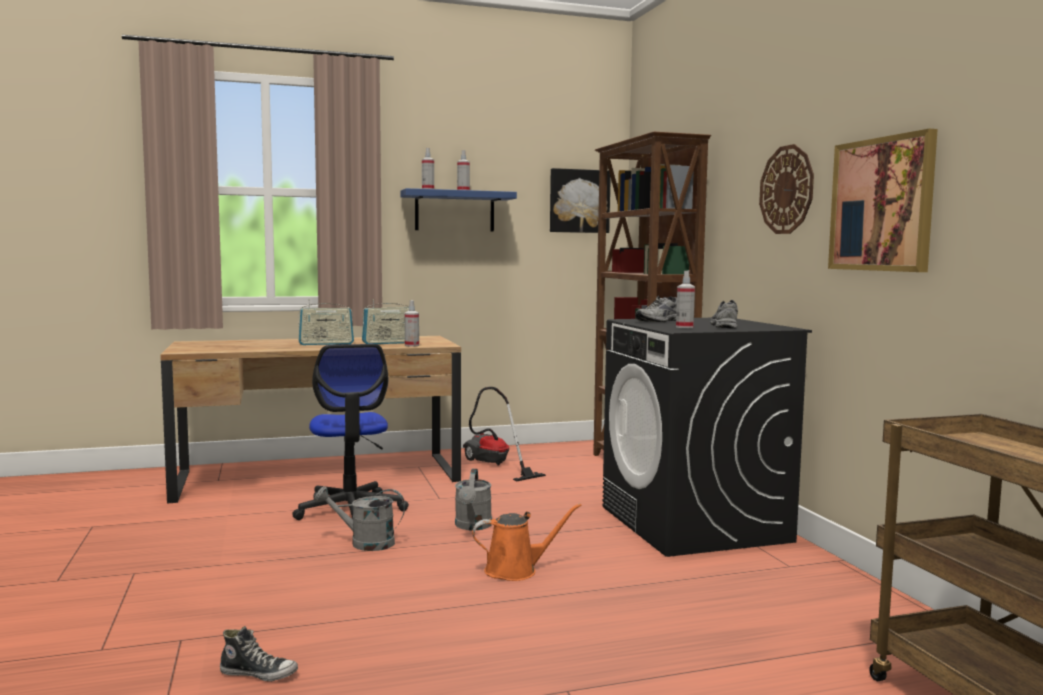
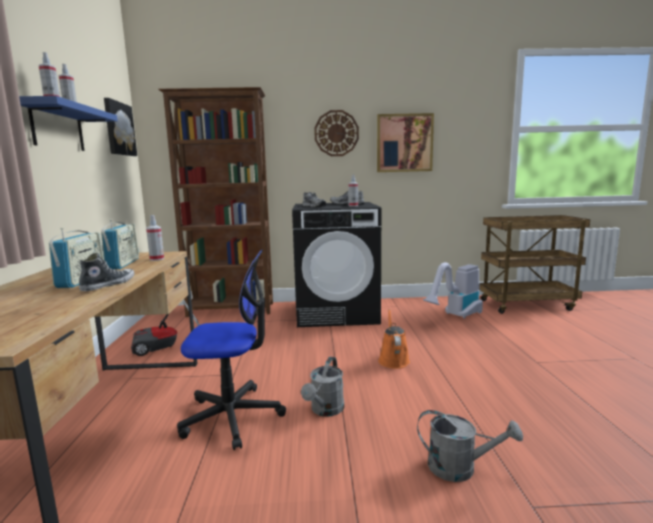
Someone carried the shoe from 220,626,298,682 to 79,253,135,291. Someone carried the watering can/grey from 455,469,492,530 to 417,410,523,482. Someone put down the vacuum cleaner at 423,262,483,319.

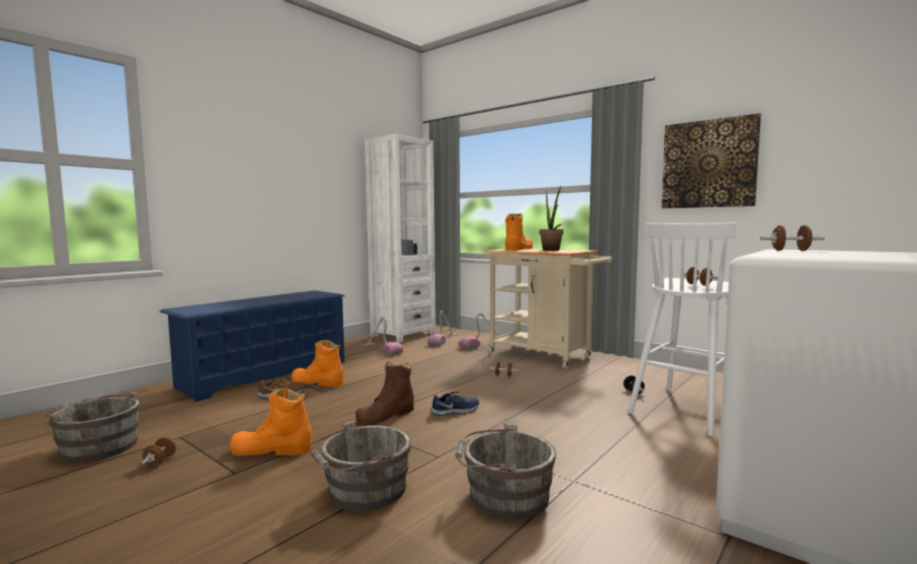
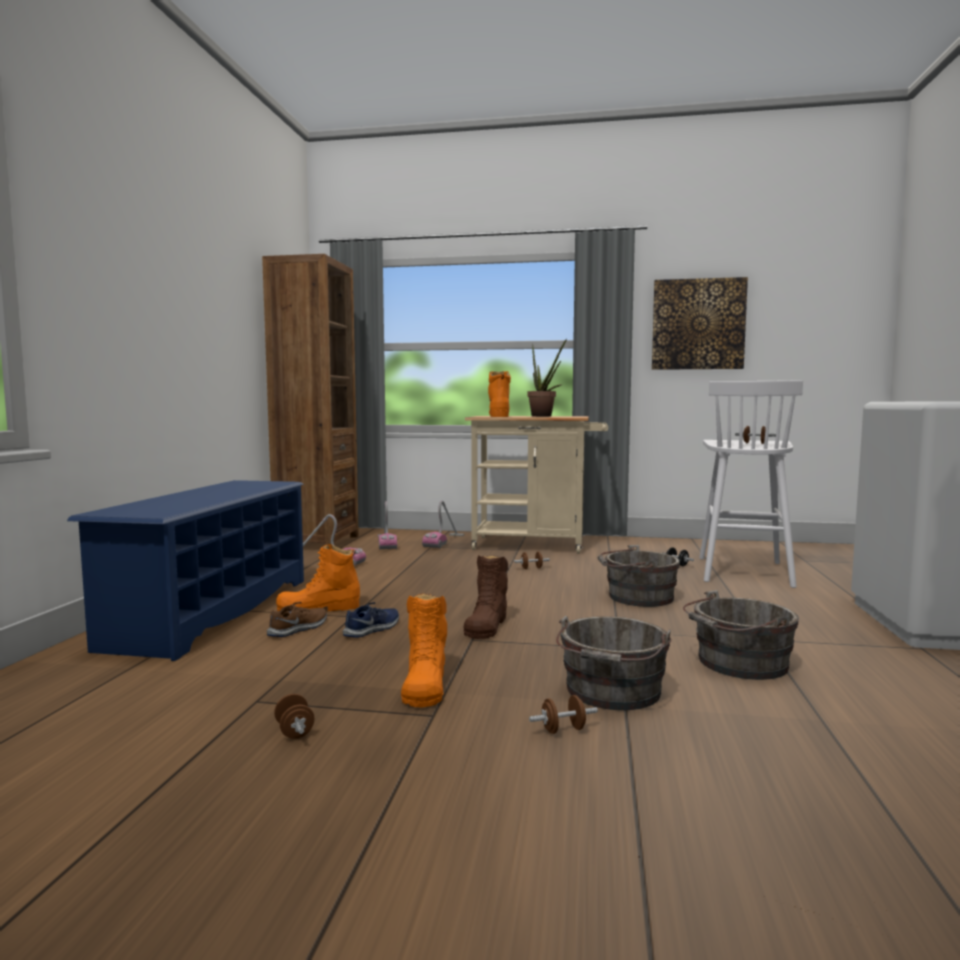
Someone carried the bucket/grey from 43,392,140,463 to 598,545,680,607. Someone rotated the boot/orange at 230,387,312,456 by 60 degrees counterclockwise. Someone repainted the bookcase/white at 365,134,436,342, which became the bookcase/brown at 262,254,359,545. Someone carried the shoe/blue from 430,392,479,416 to 343,602,399,638. Someone carried the dumbbell/brown from 760,225,825,251 to 529,695,598,734.

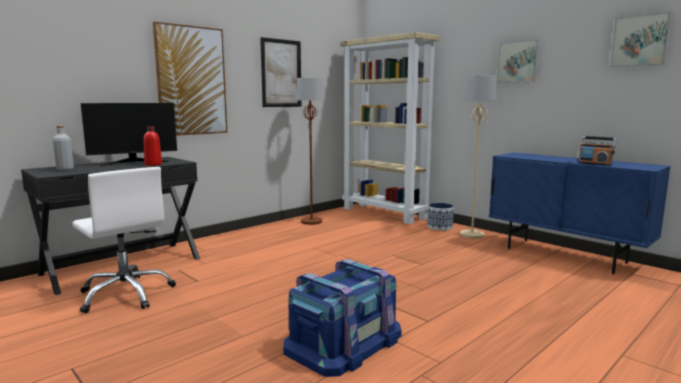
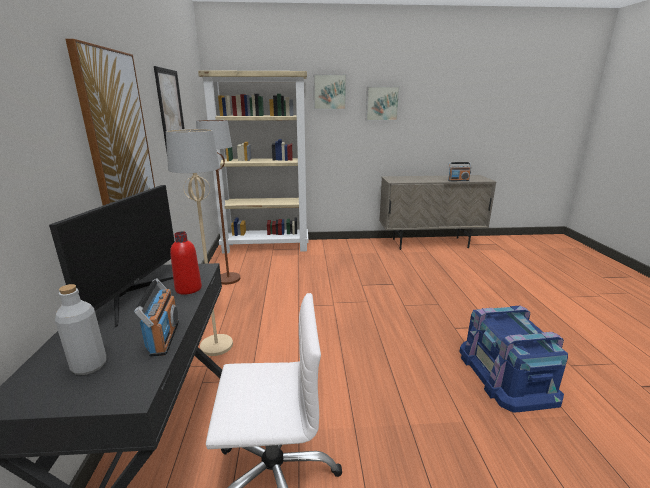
Someone took away the planter at 427,203,454,231. Someone carried the floor lamp/beige from 460,75,497,239 to 166,129,233,356. Someone repainted the cabinet/blue at 489,152,671,274, which became the cabinet/beige at 379,175,496,250. Someone carried the picture from 610,12,672,66 to 313,74,347,109. Someone put down the radio at 134,278,179,357.

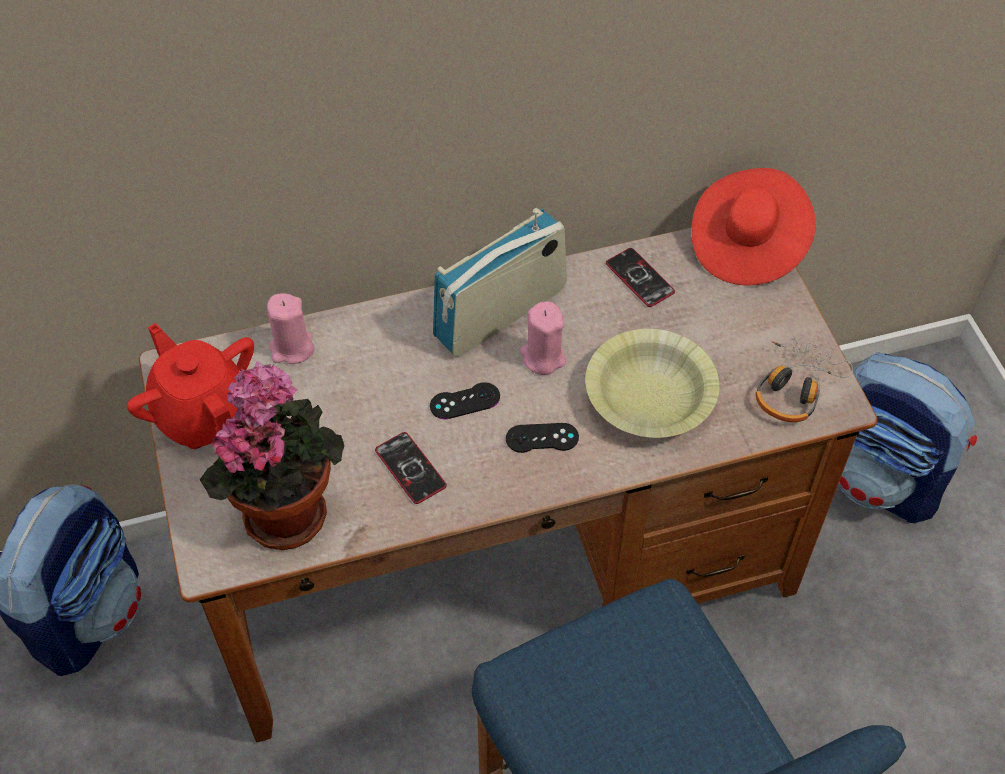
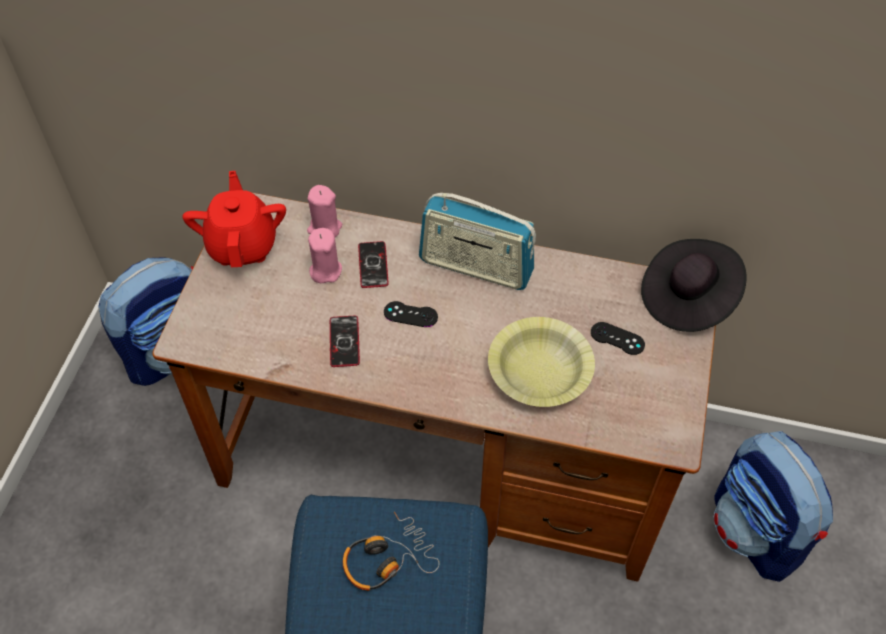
Someone took away the potted plant at 200,361,344,550. Someone rotated the radio at 433,207,567,357 by 150 degrees counterclockwise. Someone carried the game controller/black from 506,423,579,453 to 591,322,645,355. Someone carried the candle/pink from 520,302,566,375 to 308,228,342,283. Someone carried the phone from 606,248,675,307 to 358,241,389,288. Someone repainted the hat/red at 692,168,816,285, which became the hat/black at 641,239,747,332. Someone carried the headphones from 756,338,853,422 to 343,511,440,591.

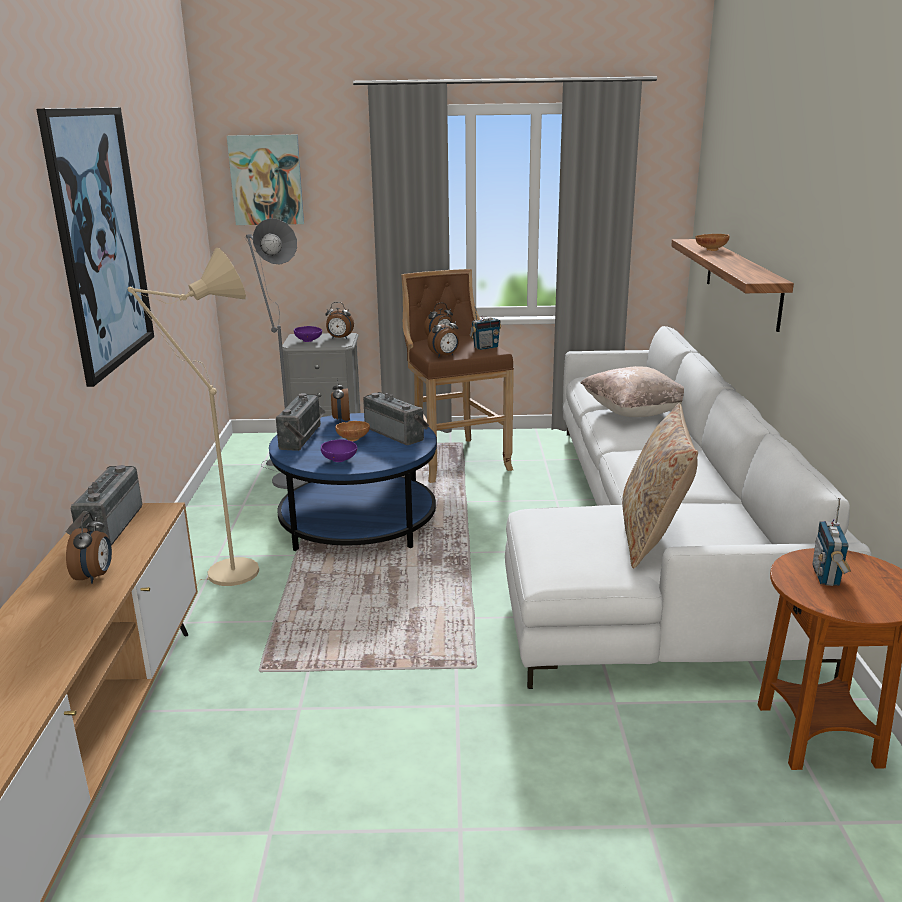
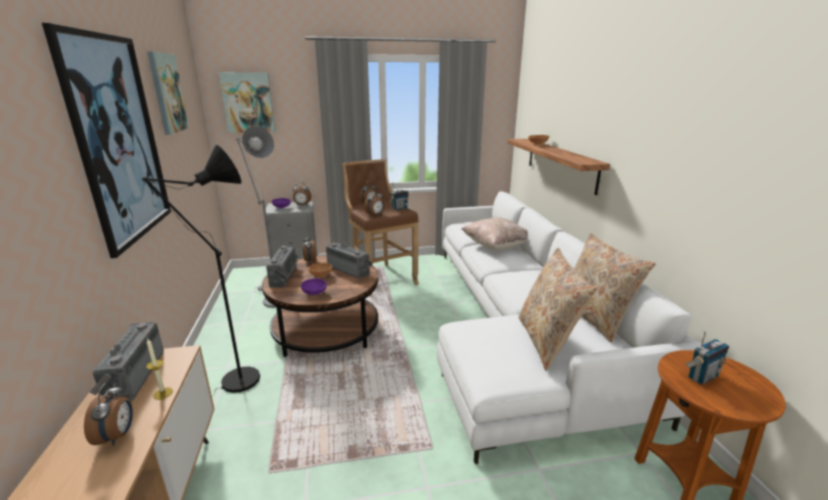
Someone repainted the floor lamp/beige at 128,248,259,586, which became the floor lamp/black at 142,145,260,395. Someone repainted the coffee table/blue at 269,413,437,551, which became the coffee table/brown at 262,255,378,357. Someone rotated the radio at 812,498,851,586 by 120 degrees counterclockwise. Someone put down the candle at 146,339,173,400. Someone put up the picture at 147,52,189,135. Someone put down the pillow/beige at 574,233,655,343.

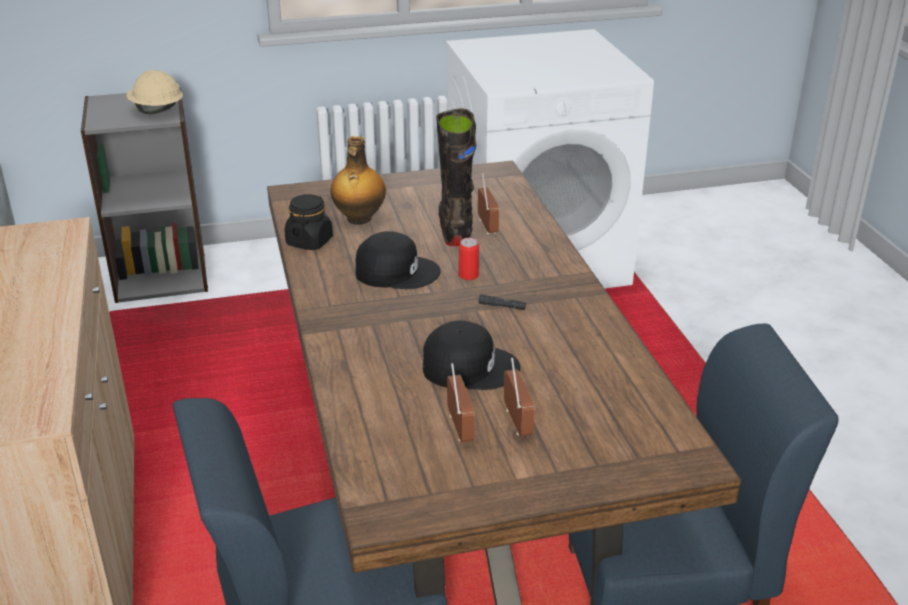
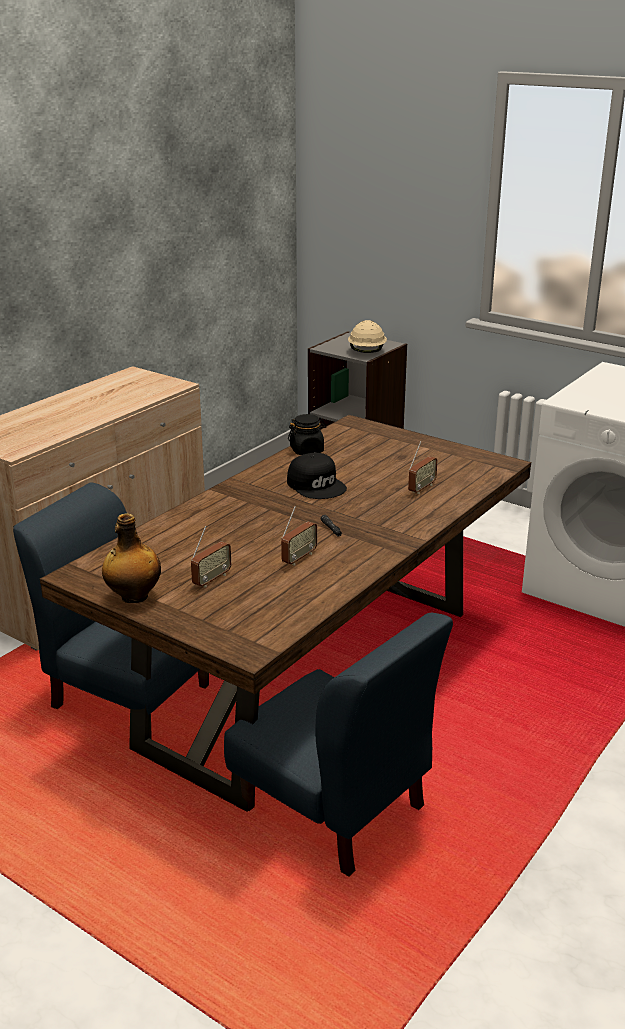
Someone carried the bottle from 330,136,386,225 to 102,513,161,603. Someone took away the cap/black at 423,320,520,390. Someone took away the boot/black at 436,109,476,246. Someone carried the radio from 447,363,475,442 to 281,506,317,566. Someone took away the can at 459,238,479,280.

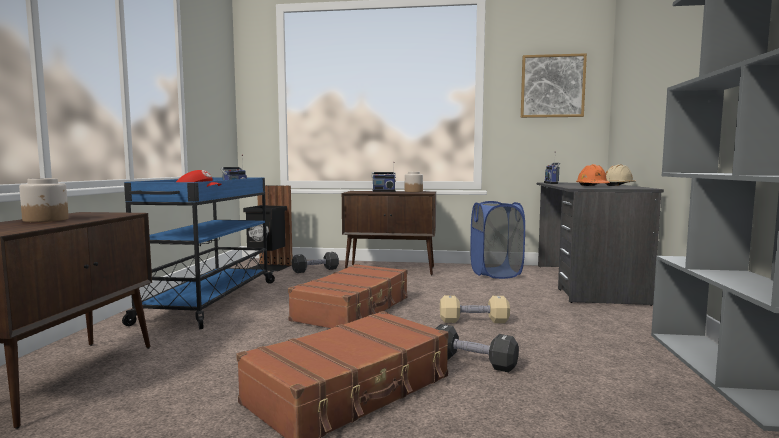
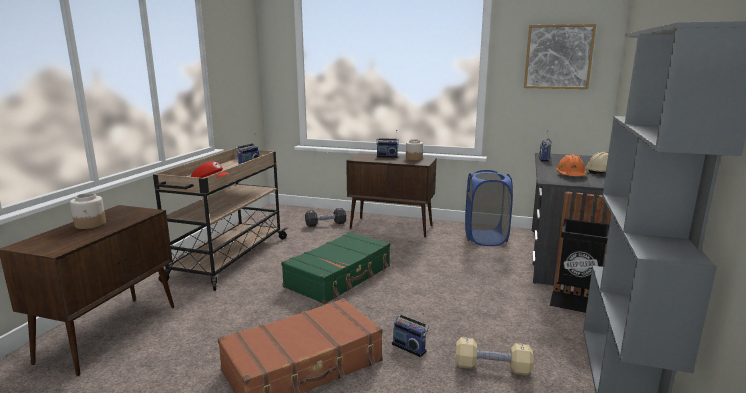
Someone repainted the cart/blue at 122,177,276,329, which became the cart/beige at 153,148,288,291. Someone carried the trash can/black from 243,185,293,271 to 550,191,611,313. Someone repainted the suitcase/brown at 288,264,408,328, which became the suitcase/green at 281,232,390,304. Someone swapped the dumbbell/black at 435,324,519,372 for the radio at 392,313,429,357. Someone carried the dumbbell/beige from 440,295,510,323 to 455,337,534,375.

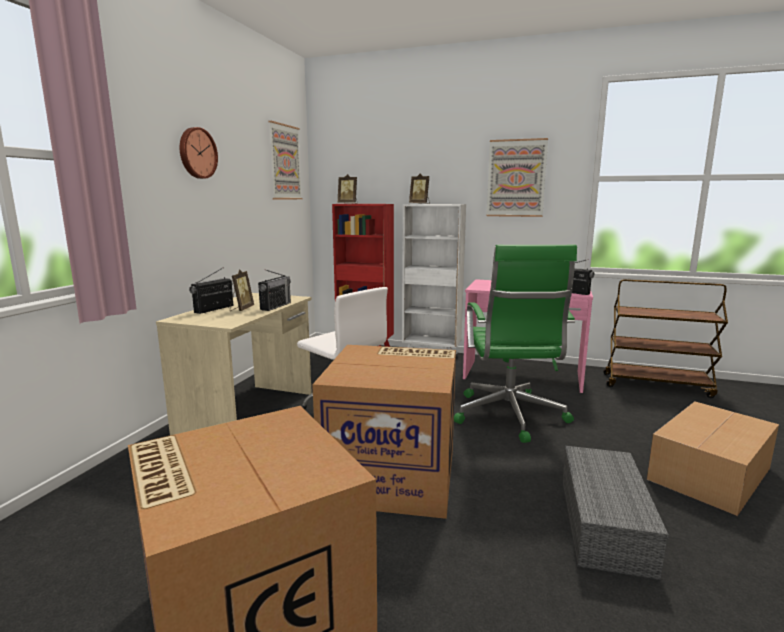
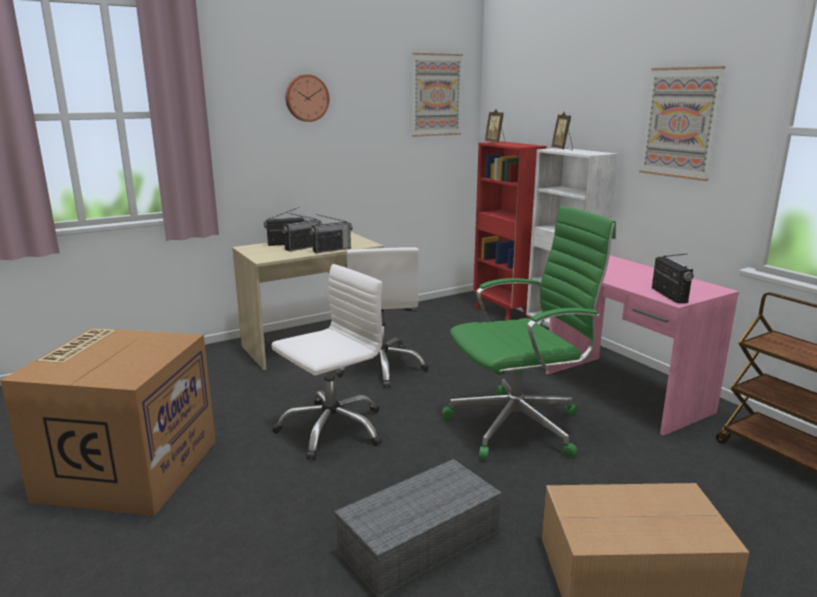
Someone swapped the picture frame at 230,269,254,311 for the radio at 282,213,322,252. Someone swapped the cardboard box at 312,345,456,519 for the office chair/white at 271,264,383,460. Someone rotated the office chair/green at 454,245,577,443 by 150 degrees counterclockwise.

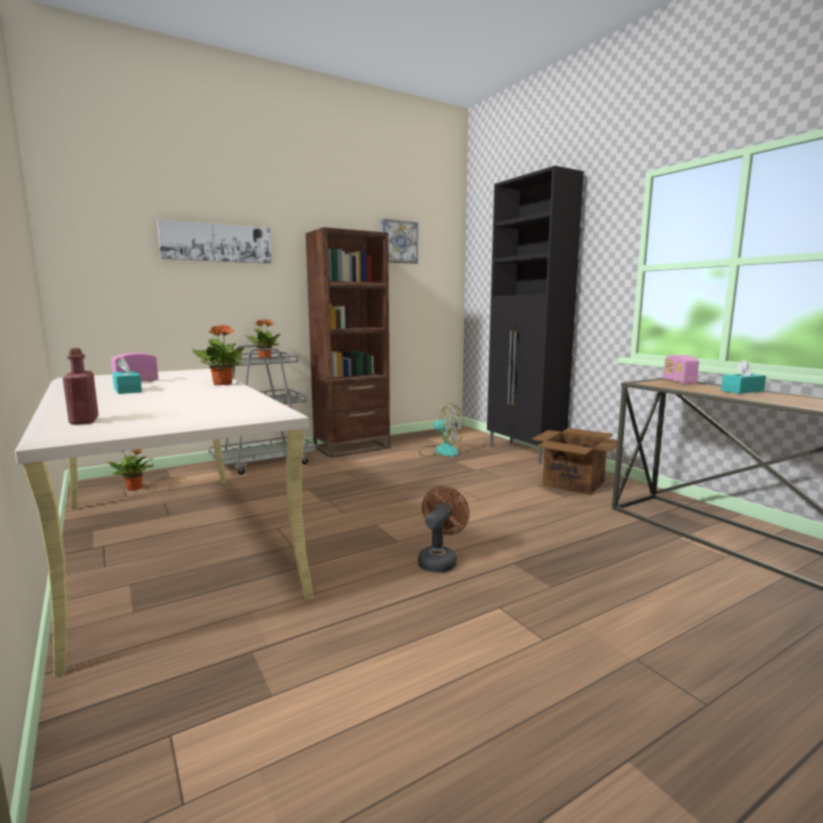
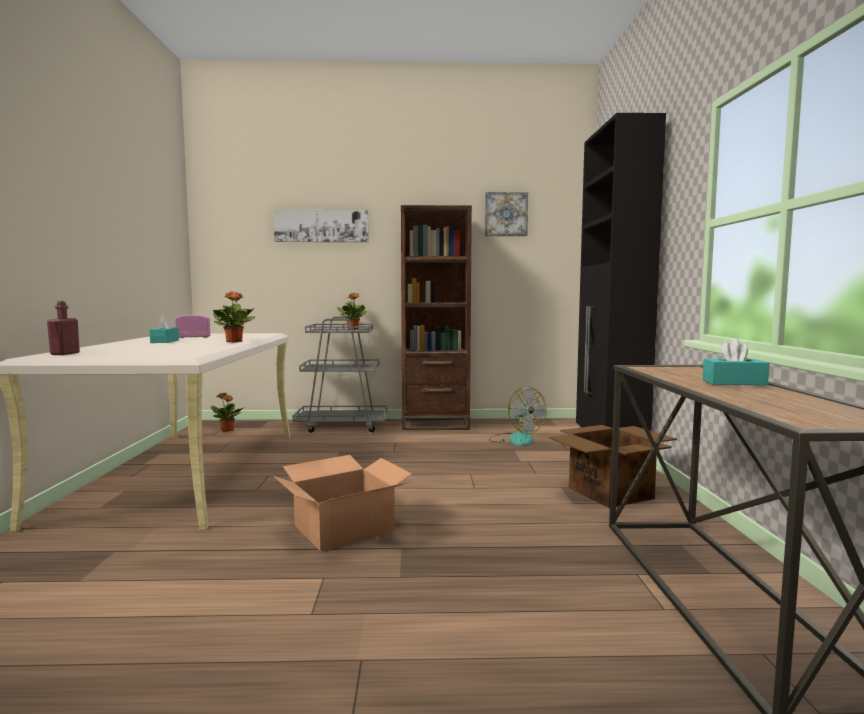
Someone swapped the fan/brown at 418,486,469,572 for the cardboard box at 274,455,412,552. Someone took away the radio at 663,355,699,384.

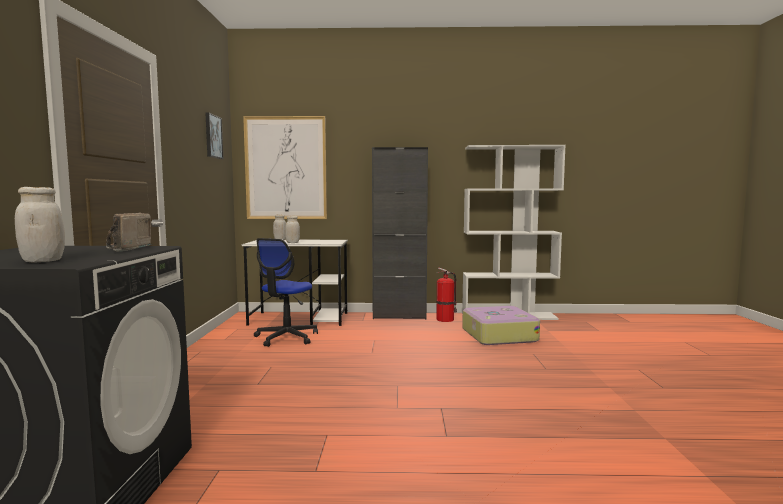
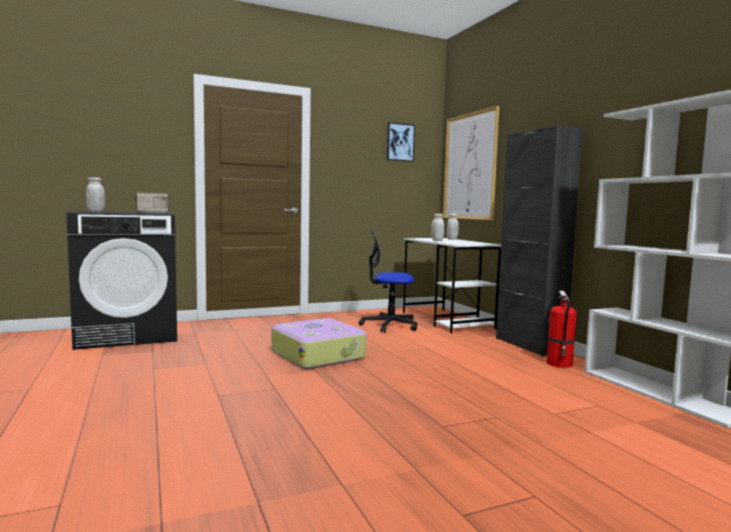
Someone carried the suitcase from 462,306,540,345 to 271,318,366,369.

